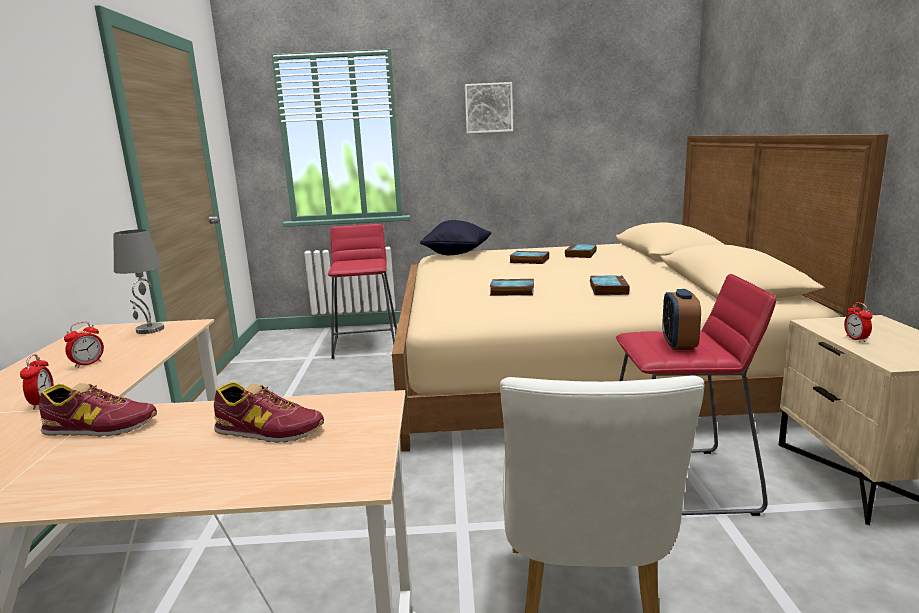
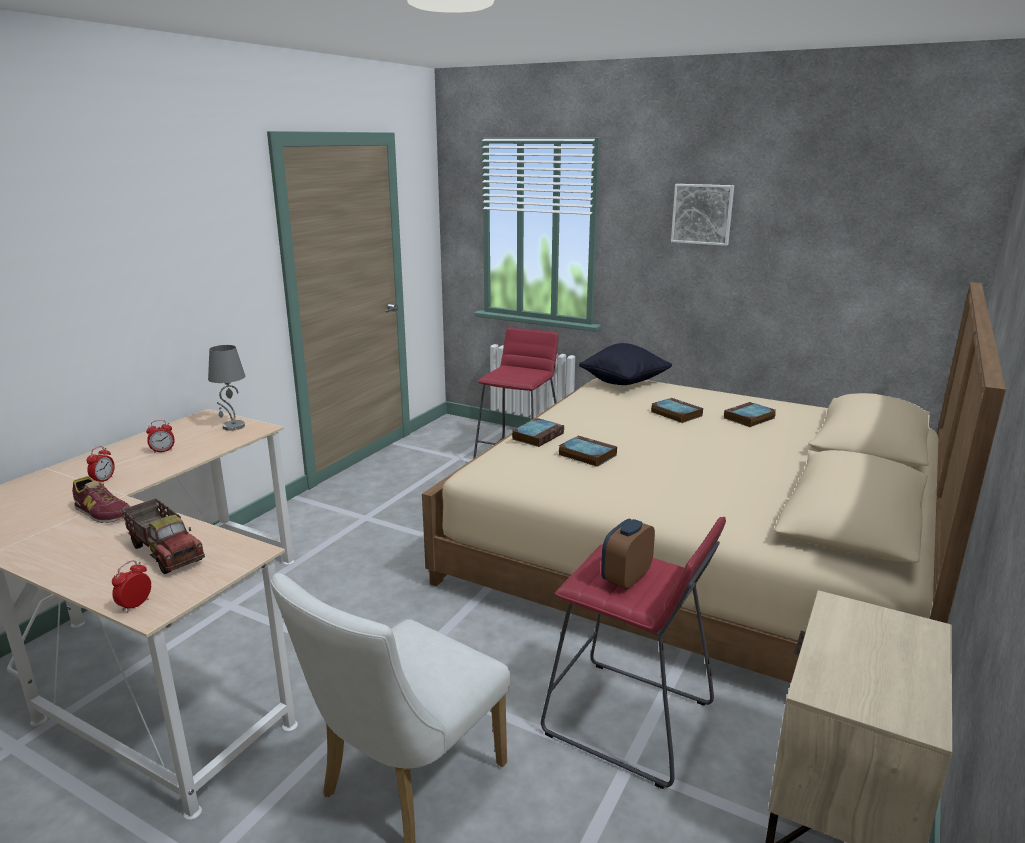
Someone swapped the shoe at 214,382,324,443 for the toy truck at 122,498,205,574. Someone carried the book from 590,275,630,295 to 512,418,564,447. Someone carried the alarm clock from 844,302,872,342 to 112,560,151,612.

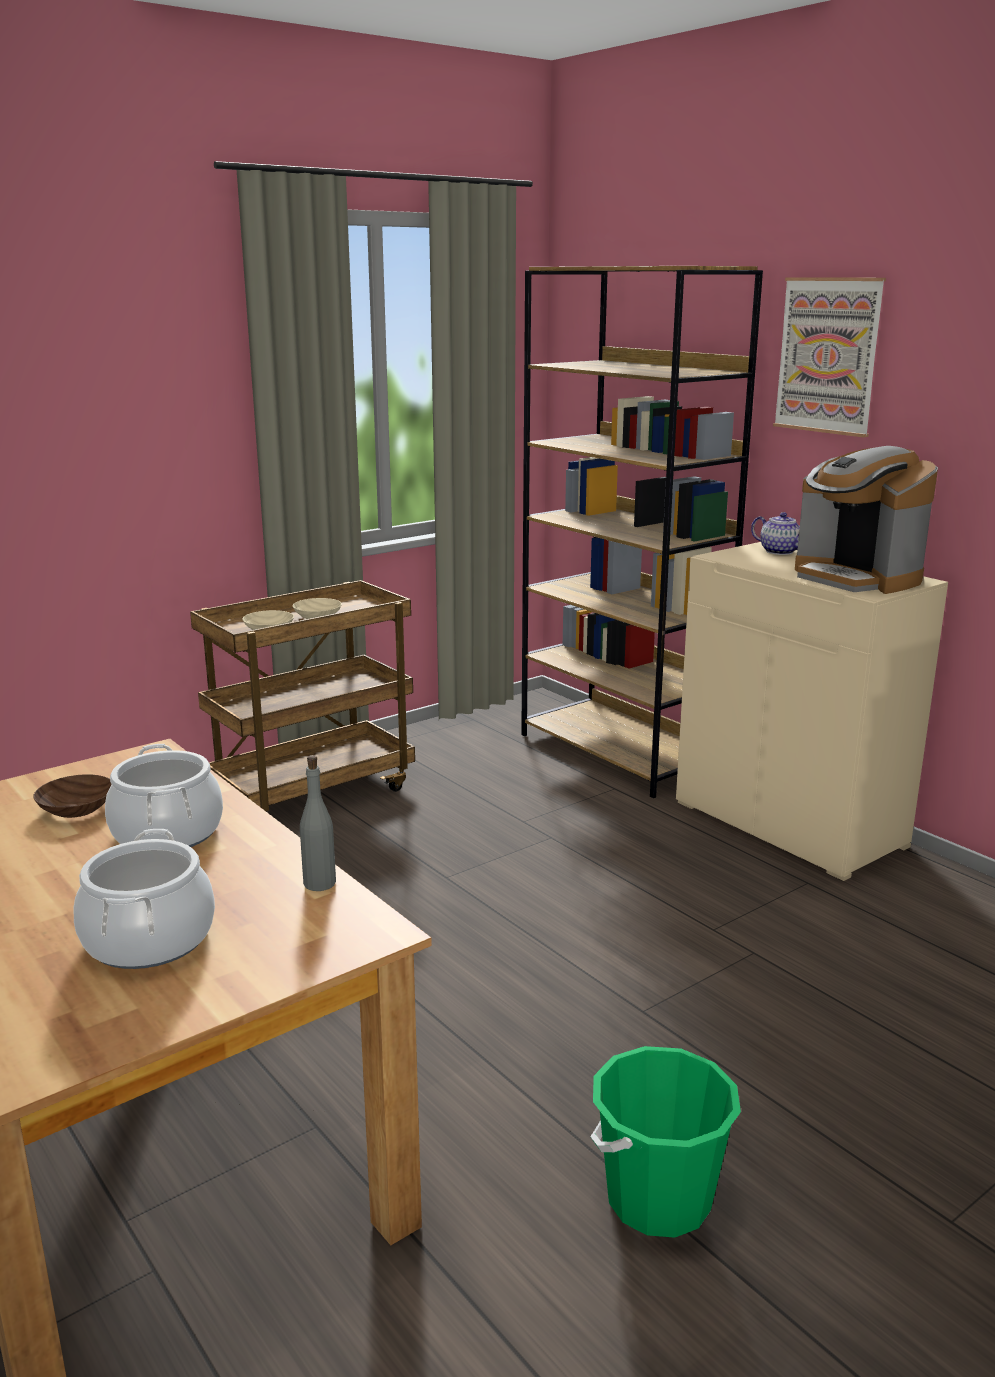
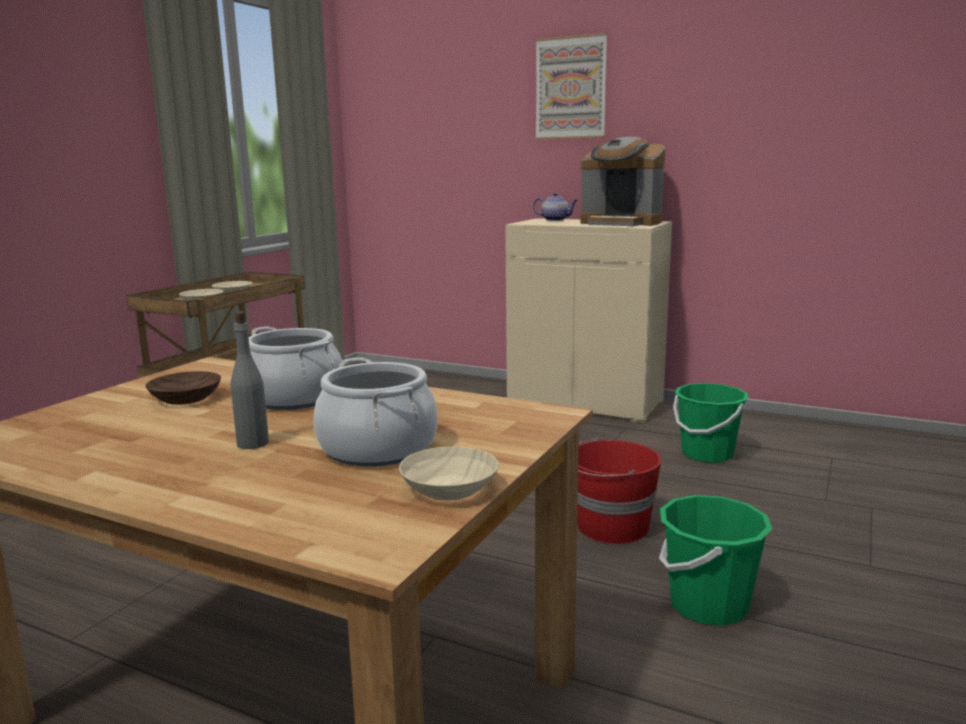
Someone carried the bottle/grey from 300,755,336,891 to 231,311,269,449. Someone took away the bookcase/brown at 521,266,763,798. Someone put down the bowl/beige at 399,446,499,500. Someone put down the bucket/red at 577,437,661,544. Someone put down the bucket/green at 673,383,748,463.

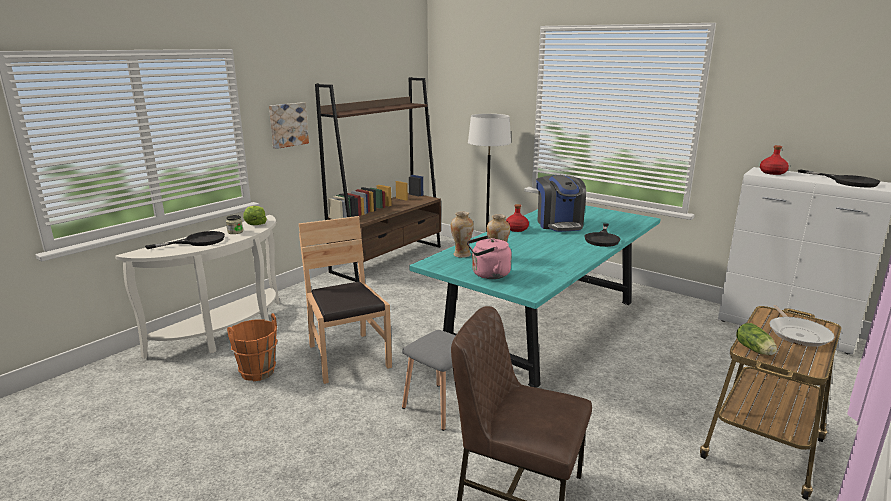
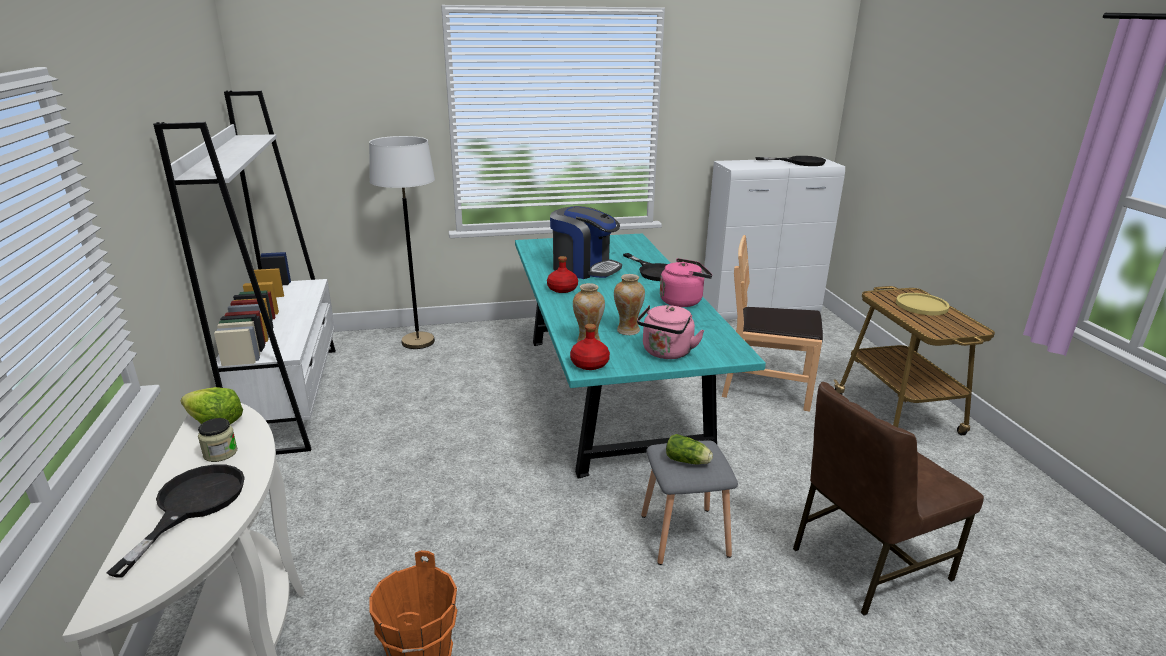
Someone took away the picture at 269,102,309,149. Someone carried the chair/brown from 299,216,392,384 to 722,235,823,412. Someone repainted the bookcase/brown at 315,77,441,282, which became the bookcase/white at 153,91,336,455. Someone carried the lettuce from 736,323,777,355 to 666,434,713,464. Someone carried the bottle/red from 760,145,789,175 to 570,324,610,370. Someone swapped the frying pan at 769,305,834,347 for the plate/yellow at 896,293,949,316. Someone put down the kettle/pink at 660,258,712,307.

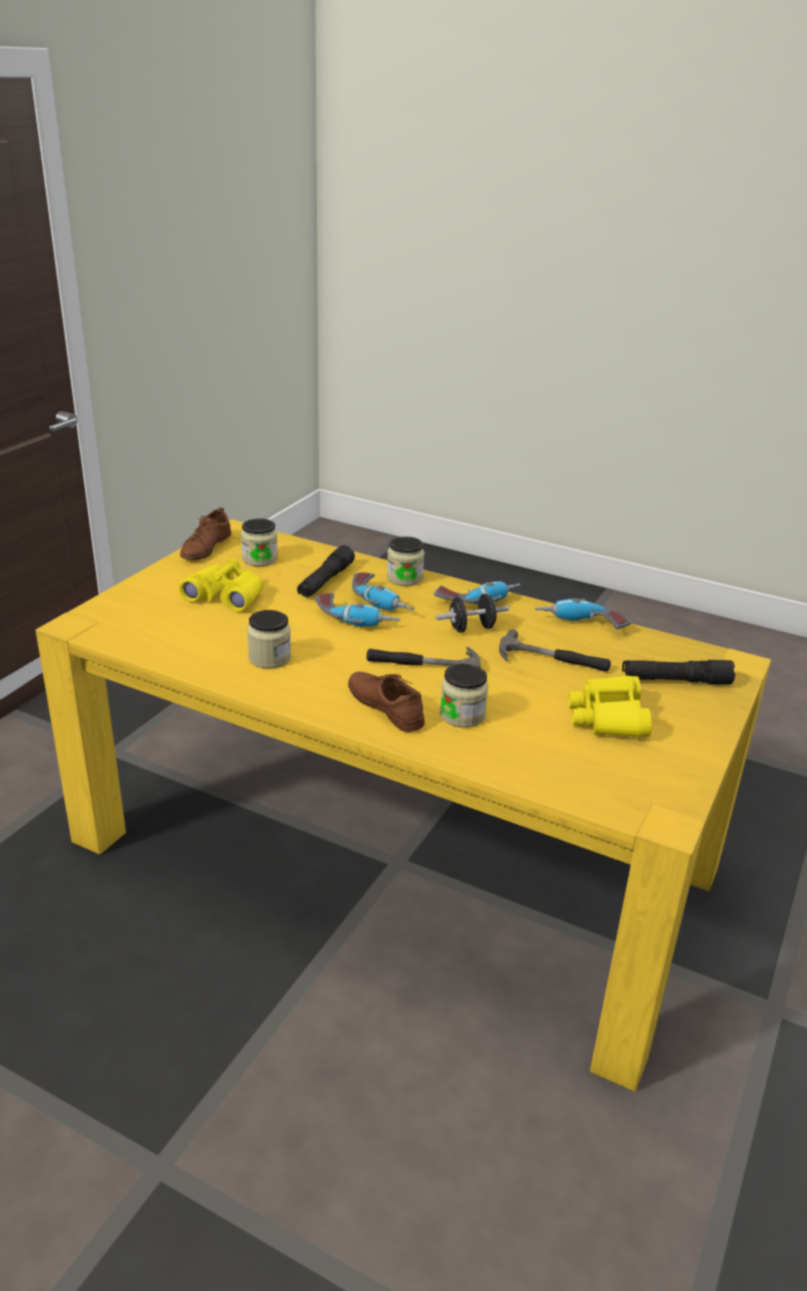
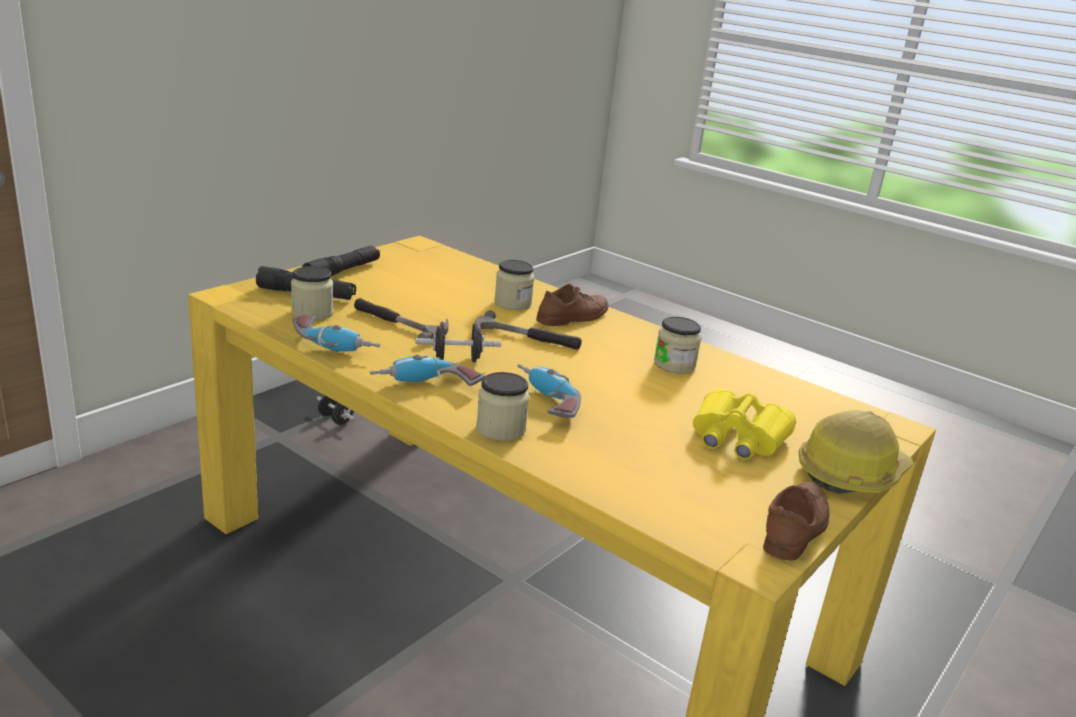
Someone carried the jar from 241,518,278,566 to 291,266,333,320. Someone carried the flashlight/black from 297,545,355,597 to 302,246,380,276. Someone took away the power drill at 315,593,400,627. Someone rotated the shoe/brown at 348,671,425,732 by 105 degrees counterclockwise. Someone took away the binoculars/yellow at 568,675,652,738. Someone put down the dumbbell/black at 317,395,355,425. Someone put down the hard hat at 799,410,913,494.

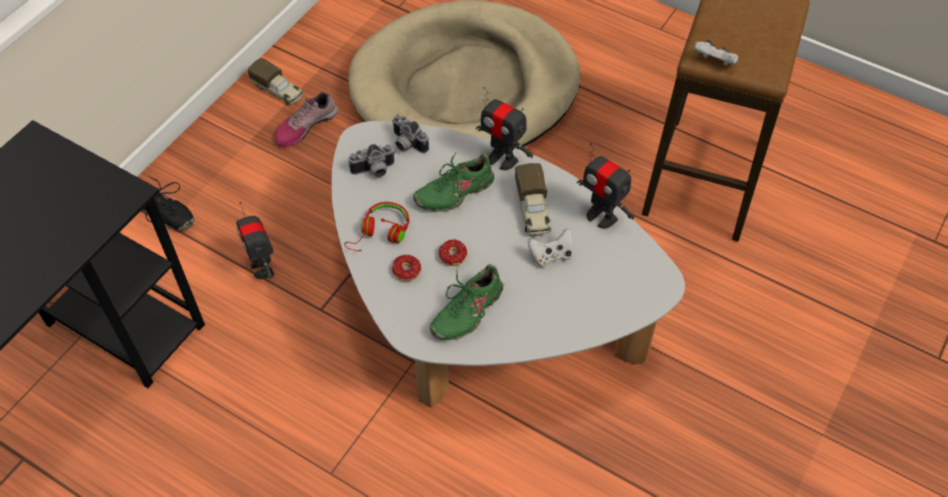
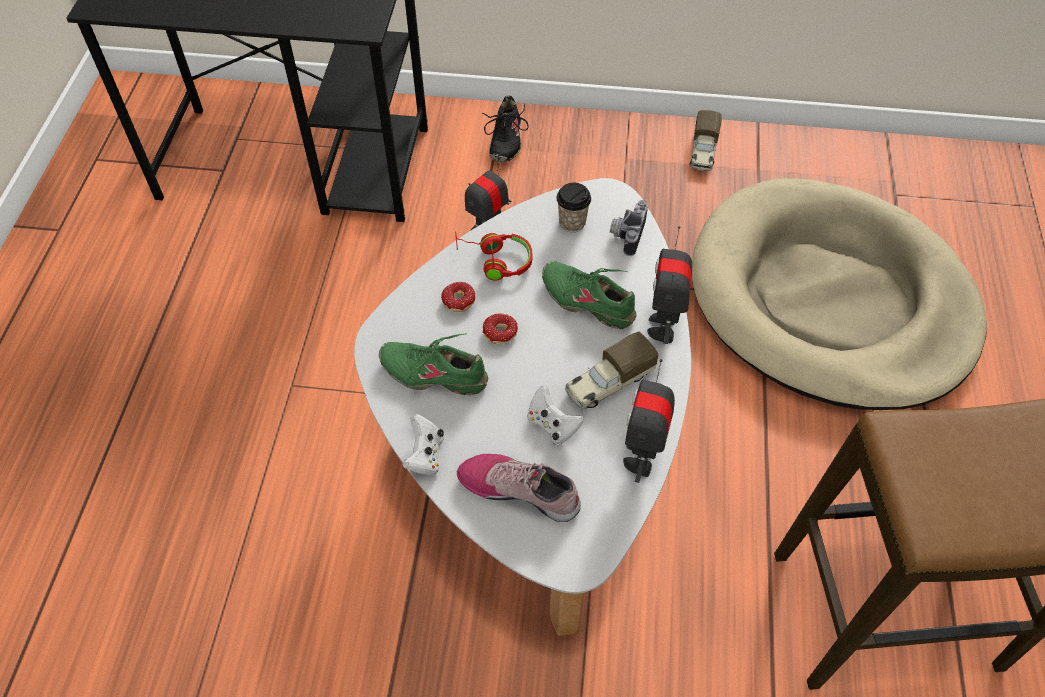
Someone carried the shoe from 275,91,338,146 to 457,454,581,522. Someone swapped the photo camera at 349,144,395,177 for the cup at 557,182,591,232. Someone carried the game controller/white from 694,40,738,66 to 402,414,444,475.

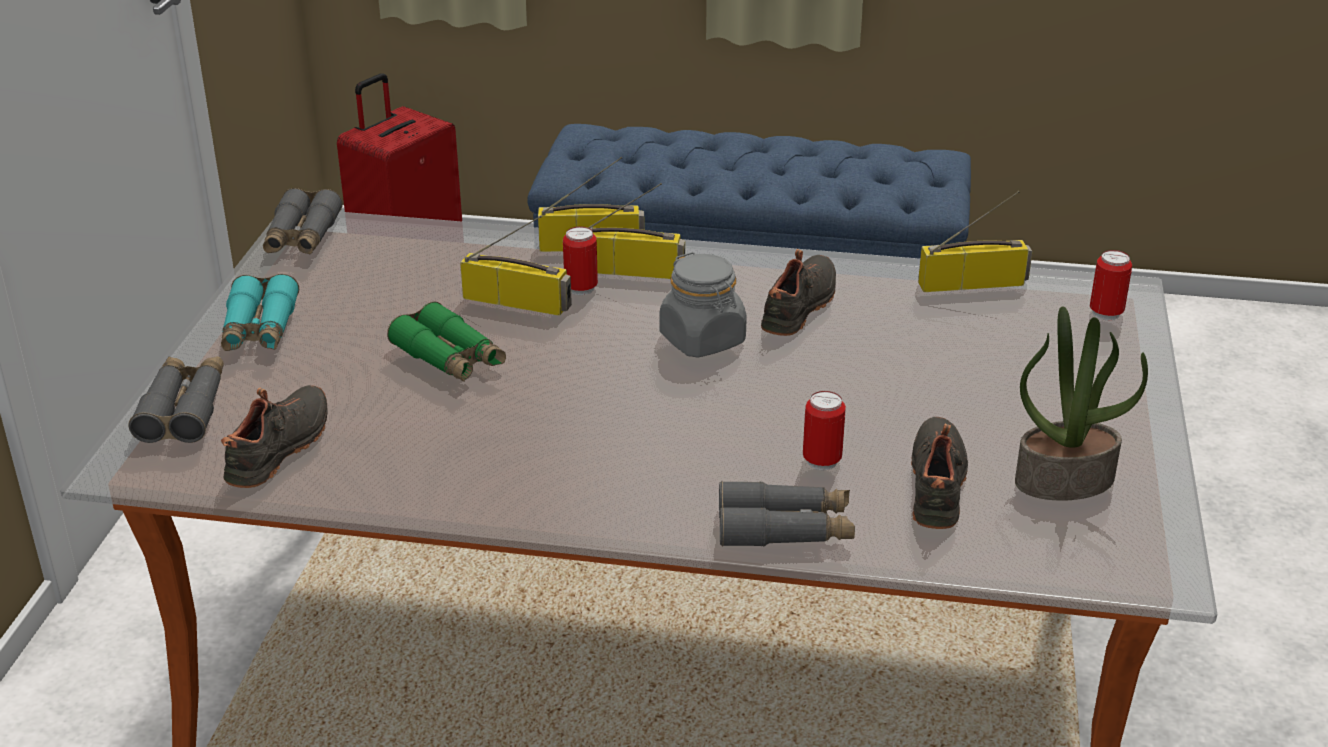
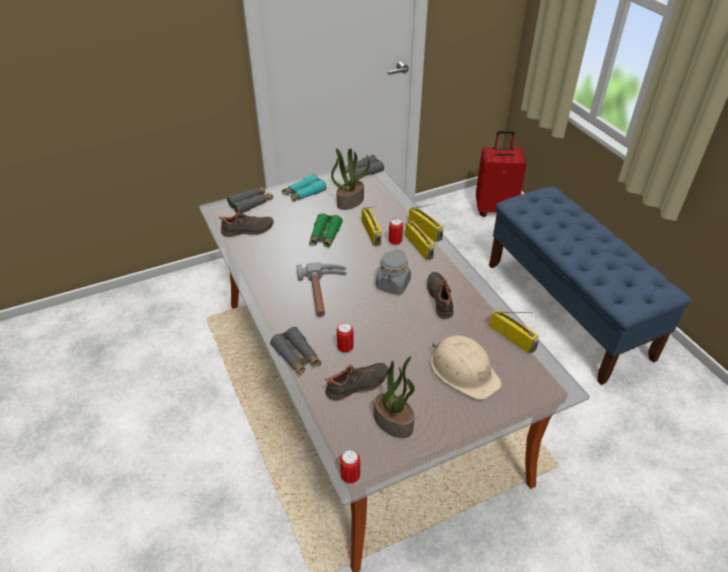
Someone rotated the shoe/black at 761,249,836,336 by 90 degrees counterclockwise. Someone carried the can from 1090,250,1132,320 to 340,450,360,484. Someone put down the hammer at 297,262,347,317. Someone put down the potted plant at 331,148,370,210. Someone put down the hard hat/beige at 431,335,502,400.

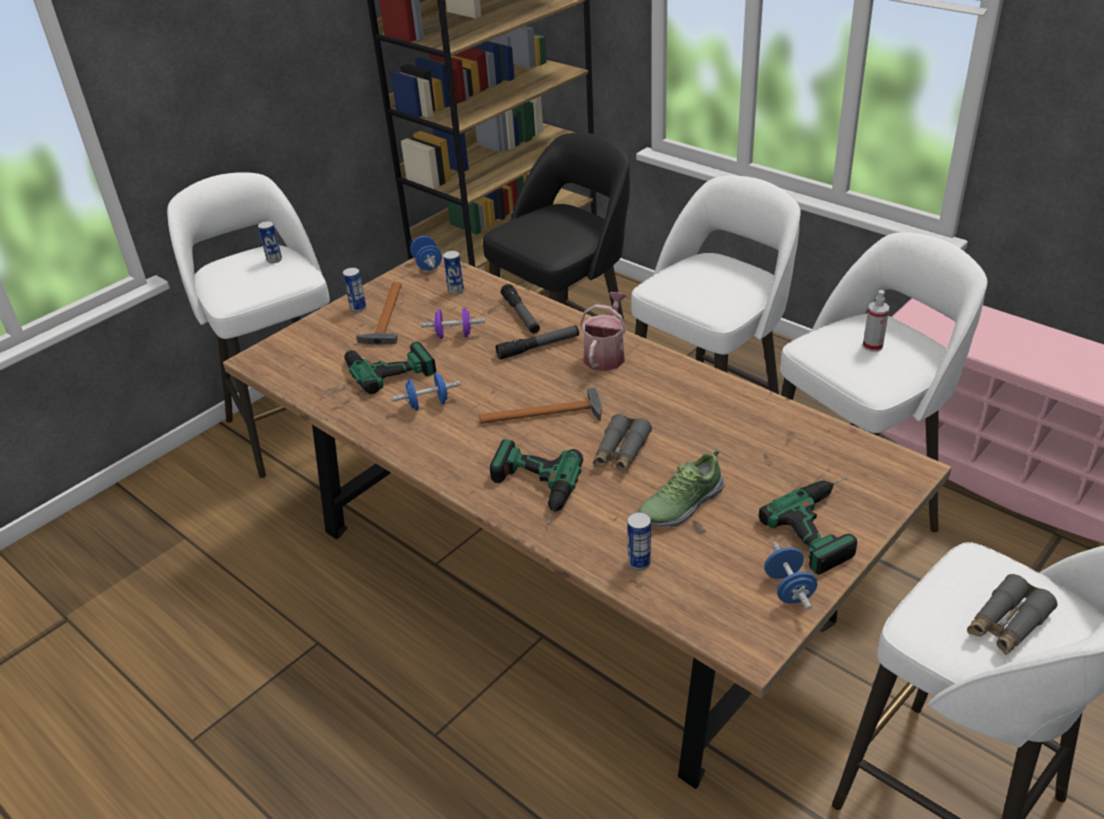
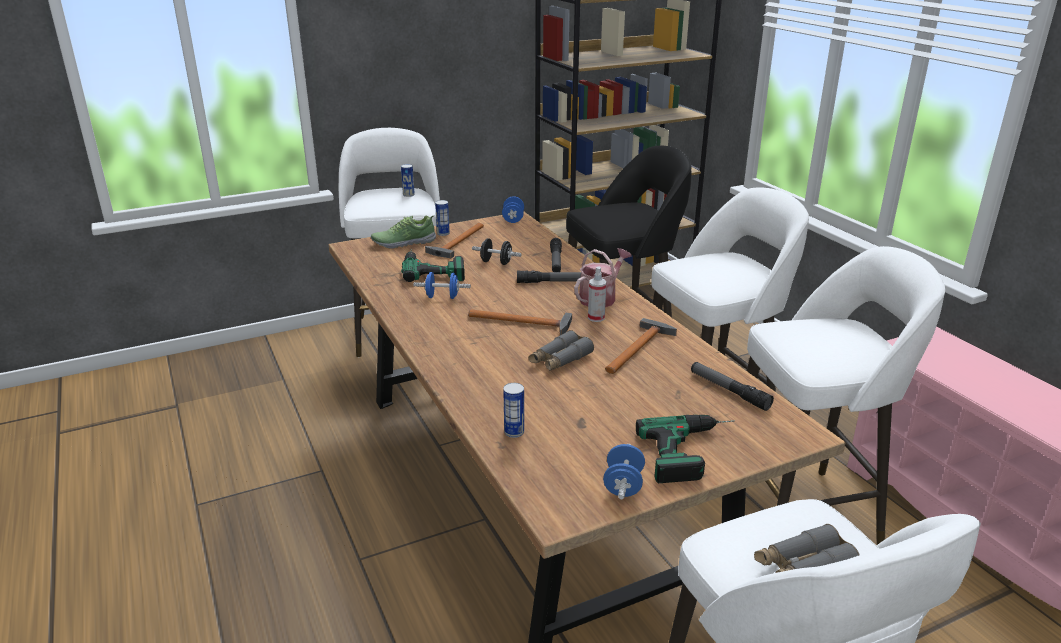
Someone repainted the dumbbell/purple at 420,308,485,339, which became the dumbbell/black at 472,238,521,265. Someone took away the can at 443,250,464,295. Someone took away the power drill at 490,439,583,525. Someone carried the shoe from 638,450,725,527 to 371,216,436,249. Someone carried the spray bottle from 863,290,890,352 to 588,267,607,322. Someone put down the hammer at 605,318,677,374. Someone put down the flashlight at 691,362,774,411.

